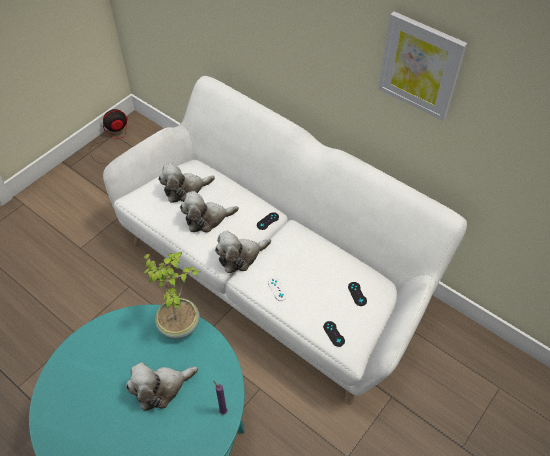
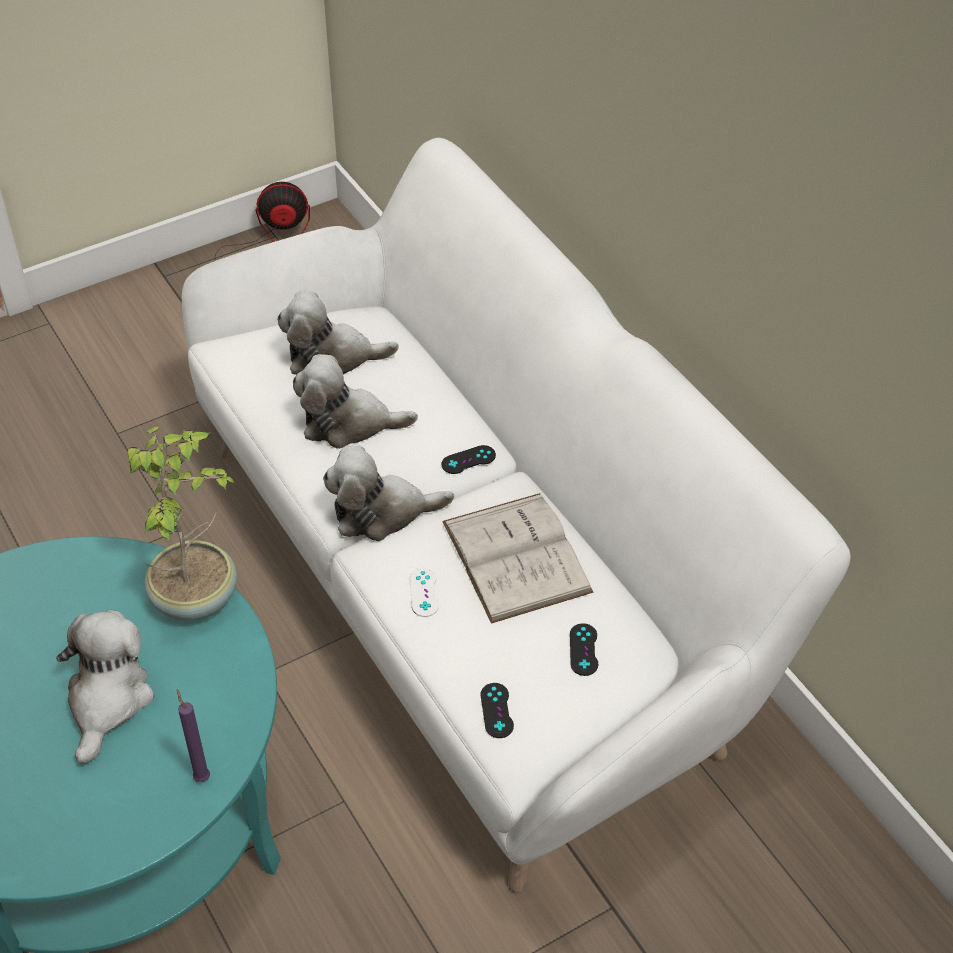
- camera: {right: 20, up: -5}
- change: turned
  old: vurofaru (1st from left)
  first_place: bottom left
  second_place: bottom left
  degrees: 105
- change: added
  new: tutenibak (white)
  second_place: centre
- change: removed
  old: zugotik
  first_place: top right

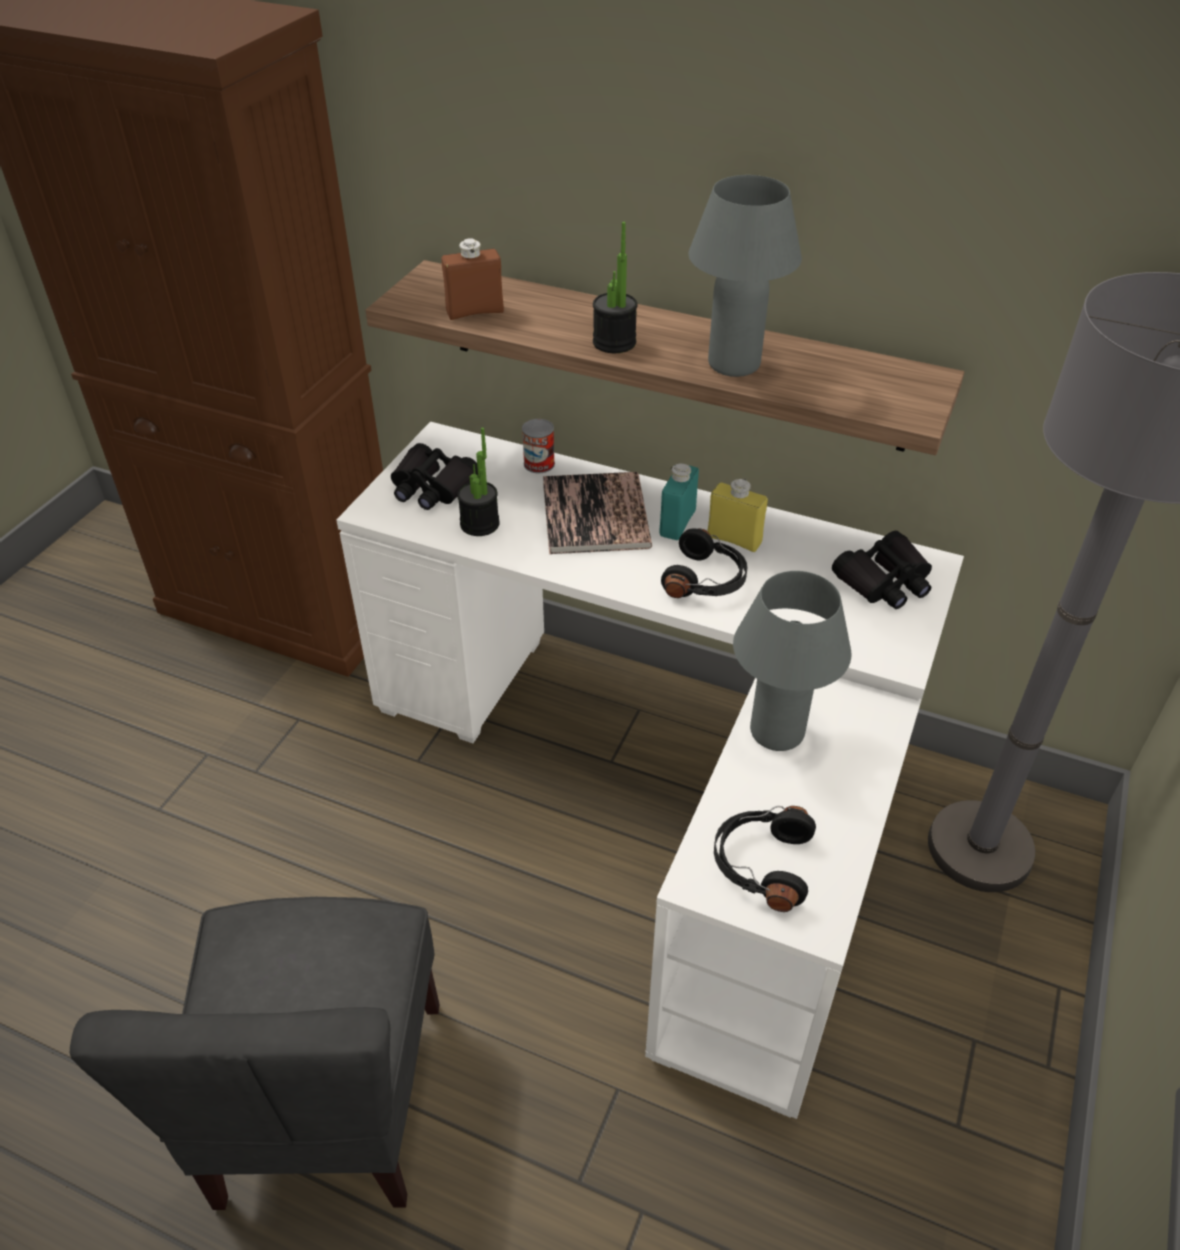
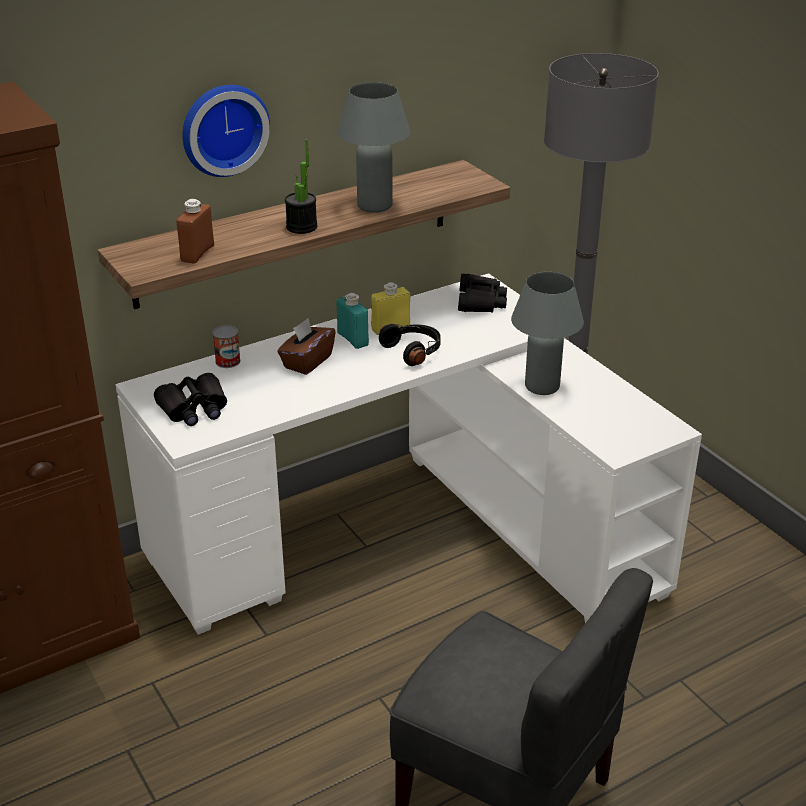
- camera: {right: -55, up: -10}
- change: added
  new: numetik
  second_place: top left
- change: replaced
  old: tutenibak
  new: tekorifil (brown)
  first_place: centre
  second_place: centre
- change: removed
  old: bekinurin (1st from left)
  first_place: centre
- change: removed
  old: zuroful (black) (2nd from left)
  first_place: bottom centre

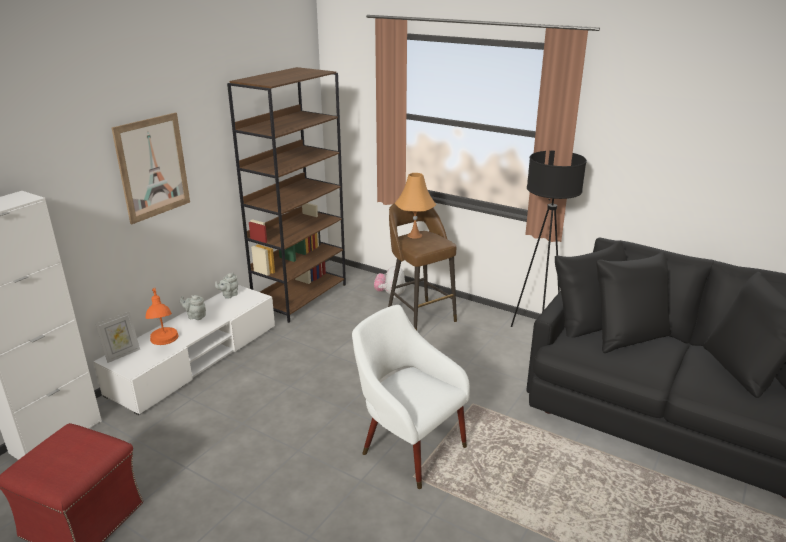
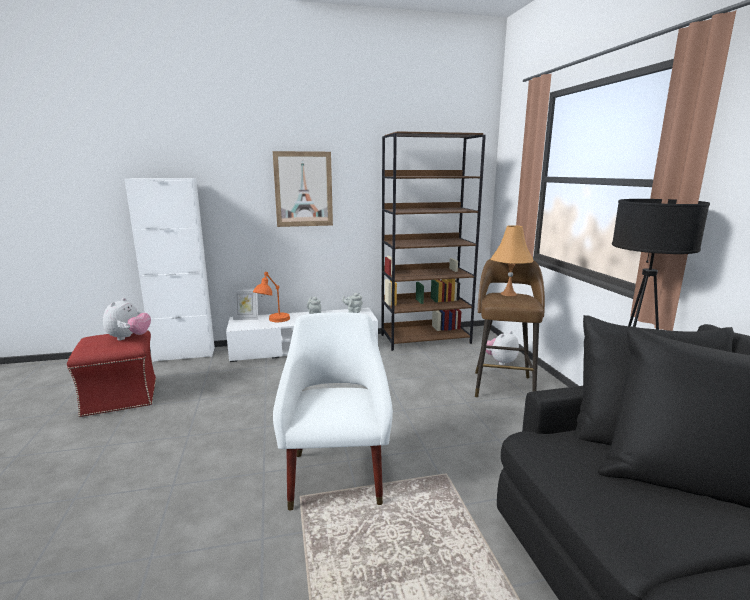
- camera: {right: 45, up: -10}
- change: added
  new: vurofaru (1st from left)
  second_place: middle left

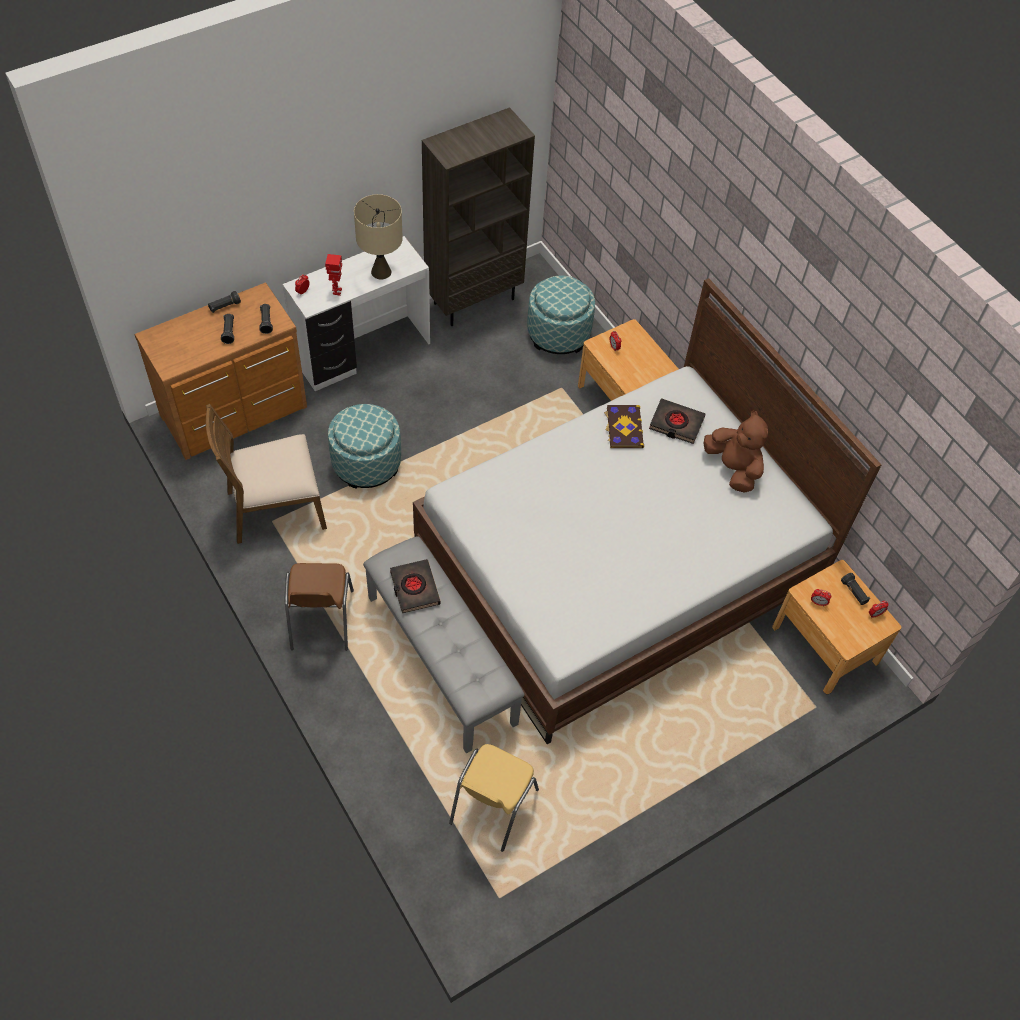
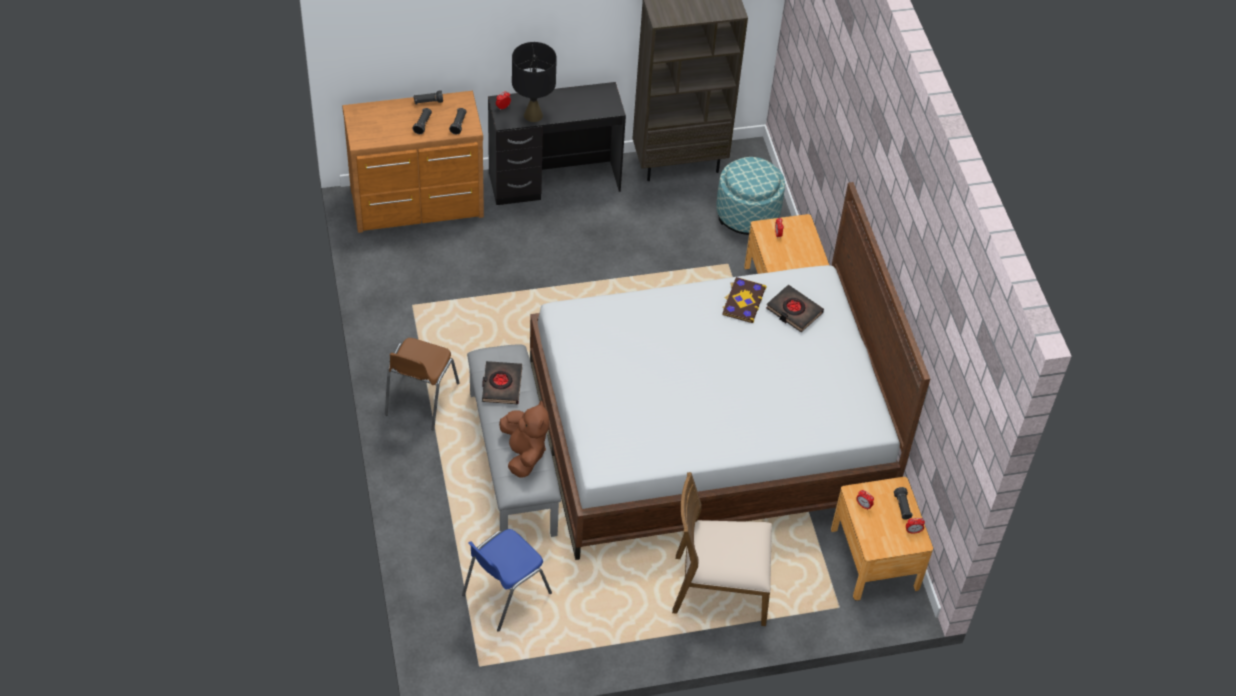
- camera: {right: 20, up: -5}
- change: recoloured
  old: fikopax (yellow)
  new: fikopax (blue)
  first_place: bottom centre
  second_place: bottom centre
- change: recoloured
  old: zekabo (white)
  new: zekabo (black)
  first_place: top centre
  second_place: top centre
- change: moved
  old: vurofaru (brown)
  first_place: middle right
  second_place: centre
- change: replaced
  old: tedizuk
  new: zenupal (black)
  first_place: top left
  second_place: top centre
- change: moved
  old: fikopax (brown) (1st from left in the first image)
  new: fikopax (brown) (2nd from left)
  first_place: middle left
  second_place: bottom centre
- change: removed
  old: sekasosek (1st from left)
  first_place: centre
- change: removed
  old: zenupal (beige)
  first_place: top centre

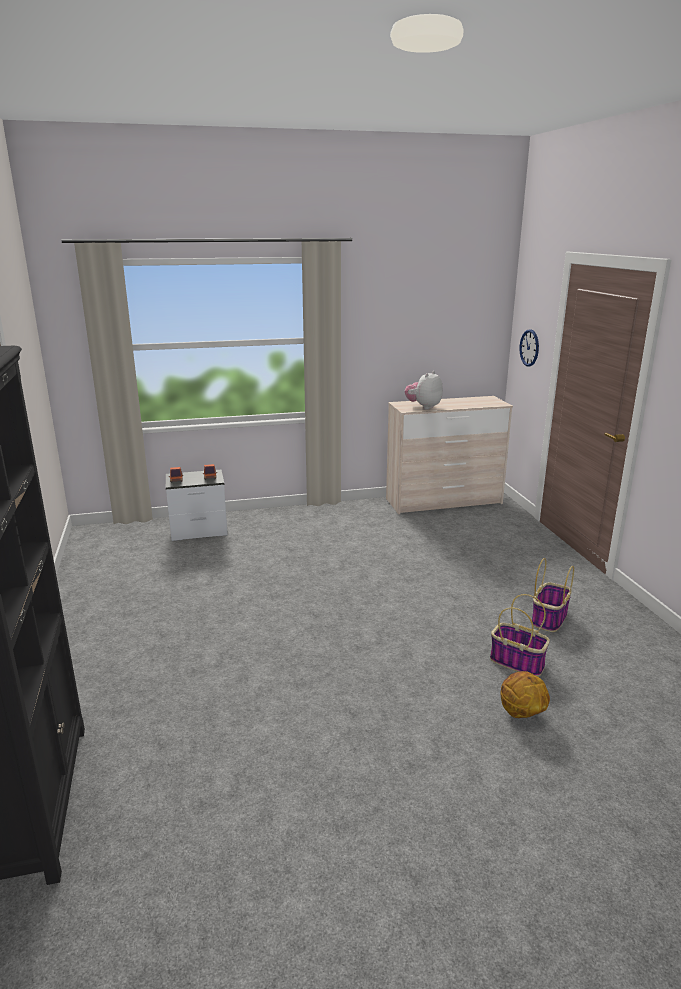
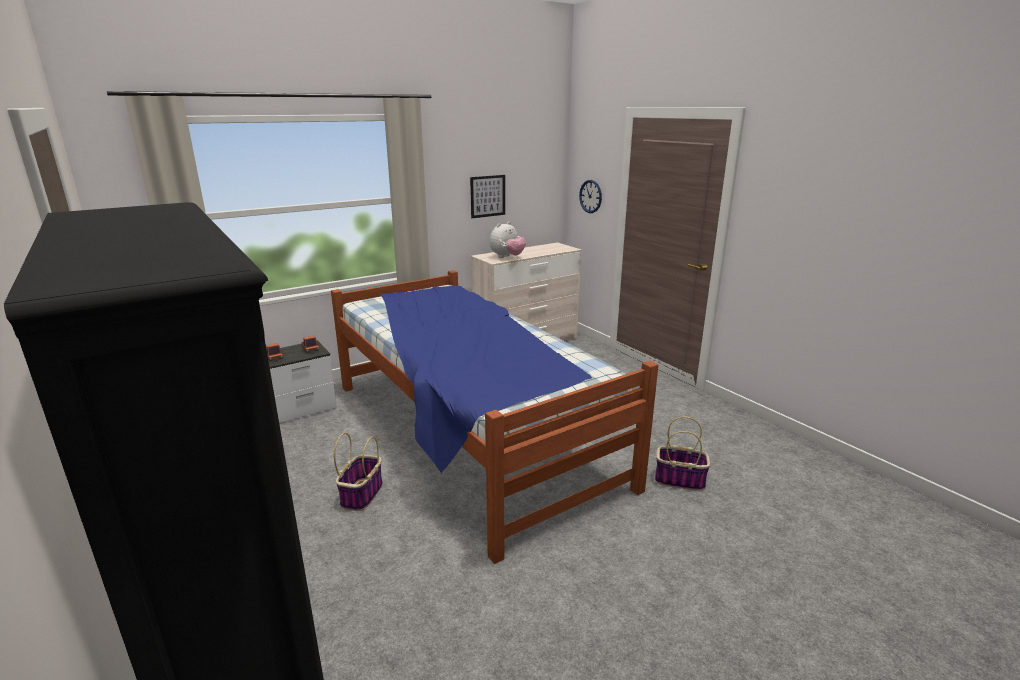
- camera: {right: -20, up: 0}
- change: added
  new: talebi
  second_place: centre
- change: moved
  old: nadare (2nd from left in the first image)
  new: nadare (1st from left)
  first_place: middle right
  second_place: bottom centre
- change: added
  new: zugotik
  second_place: top centre
- change: turned
  old: vurofaru
  first_place: centre
  second_place: centre
  degrees: -150
- change: removed
  old: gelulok
  first_place: bottom right

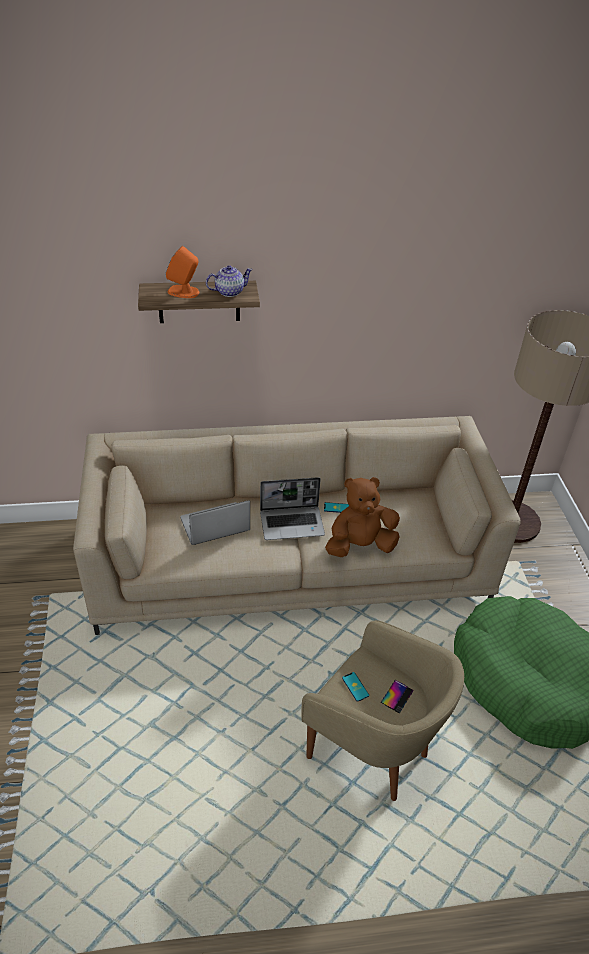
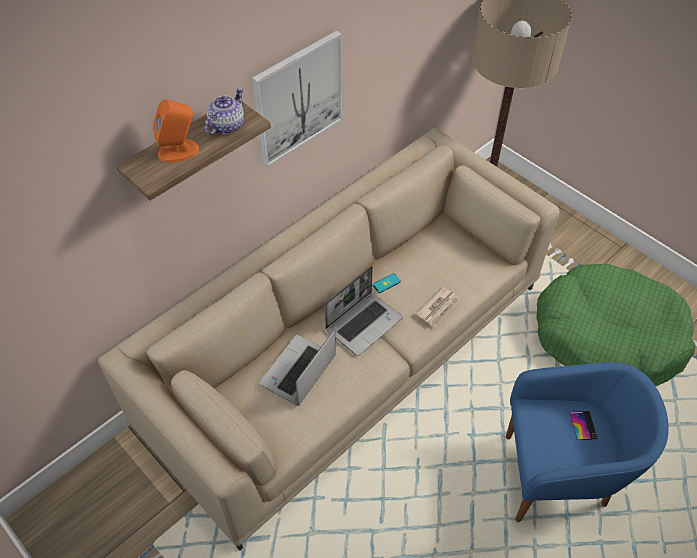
- camera: {right: -35, up: 10}
- change: added
  new: zugotik
  second_place: top centre
- change: replaced
  old: vurofaru (brown)
  new: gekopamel
  first_place: centre
  second_place: centre
- change: recoloured
  old: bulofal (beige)
  new: bulofal (blue)
  first_place: bottom centre
  second_place: bottom right
- change: removed
  old: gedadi (2nd from left)
  first_place: bottom centre

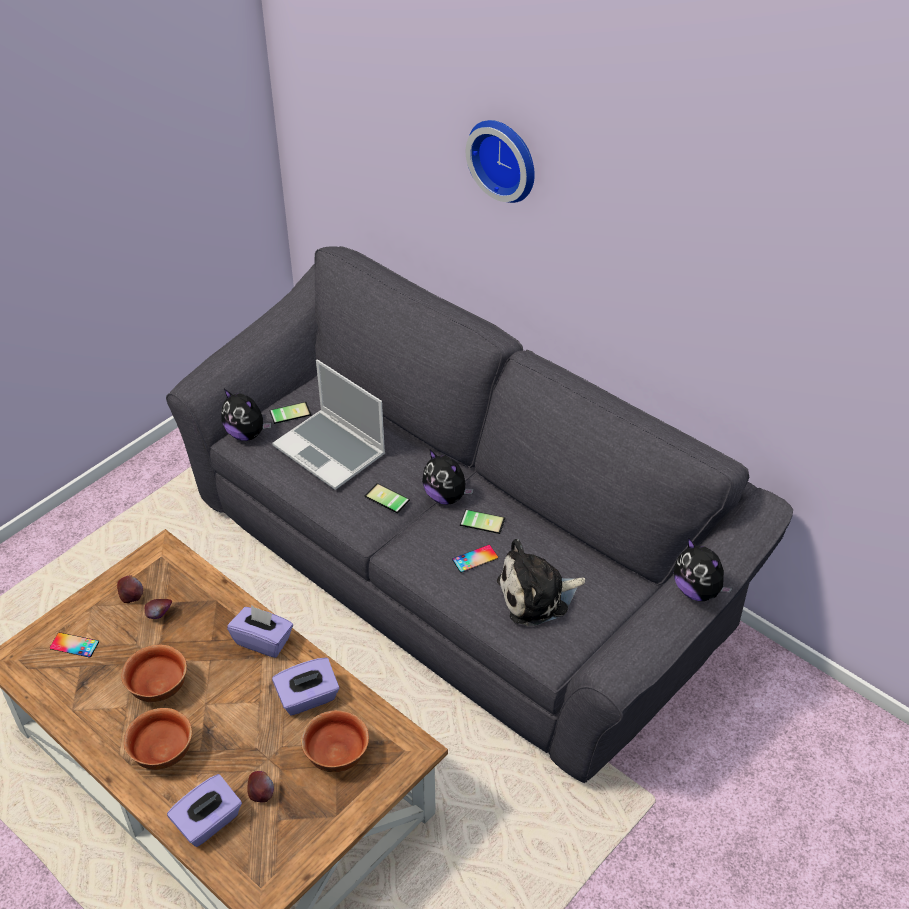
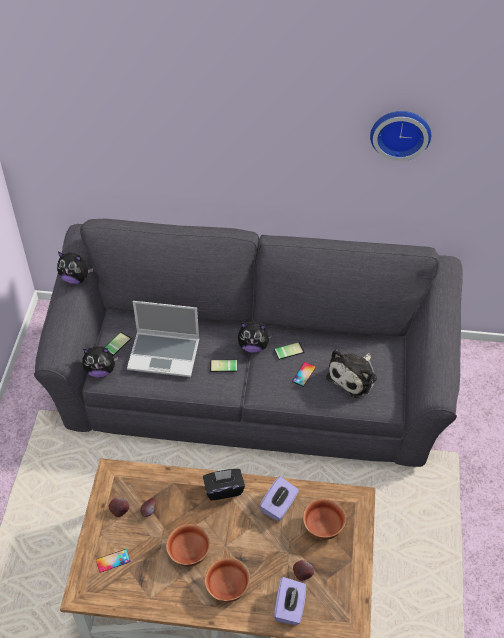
- camera: {right: -35, up: 5}
- change: moved
  old: vurofaru (4th from left in the first image)
  new: vurofaru (1st from left)
  first_place: middle right
  second_place: middle left
- change: recoloured
  old: tekorifil (purple) (2nd from left)
  new: tekorifil (black)
  first_place: bottom left
  second_place: bottom centre
- change: moved
  old: numetik
  first_place: top centre
  second_place: top right

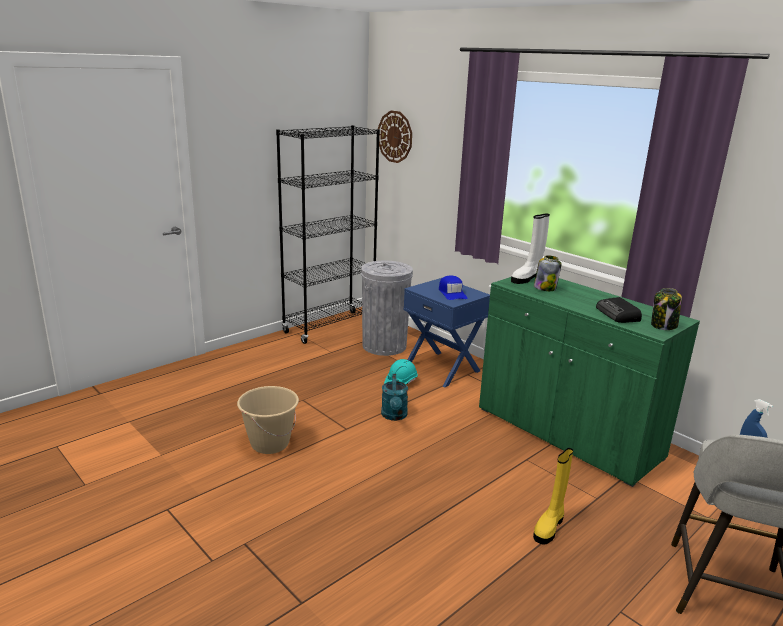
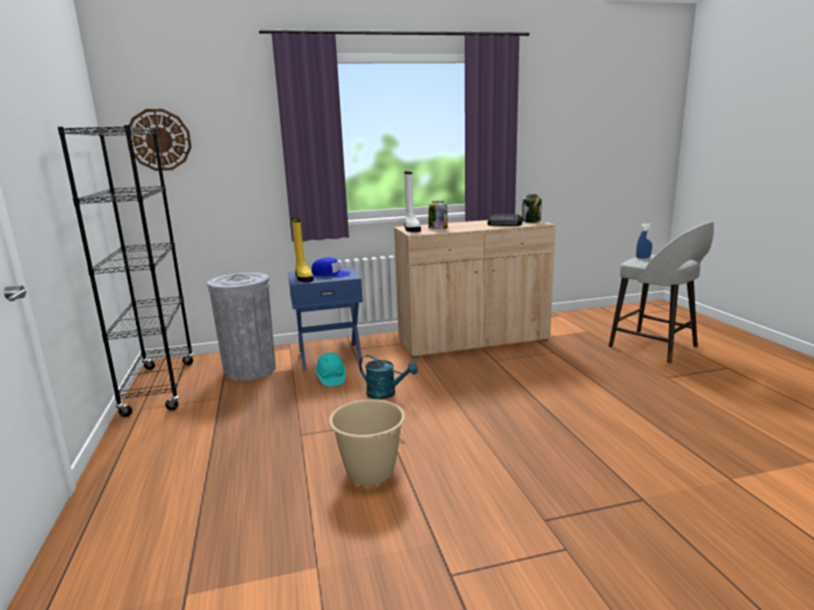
- camera: {right: -60, up: -5}
- change: moved
  old: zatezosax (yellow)
  first_place: bottom right
  second_place: centre
- change: recoloured
  old: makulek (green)
  new: makulek (beige)
  first_place: middle right
  second_place: centre

